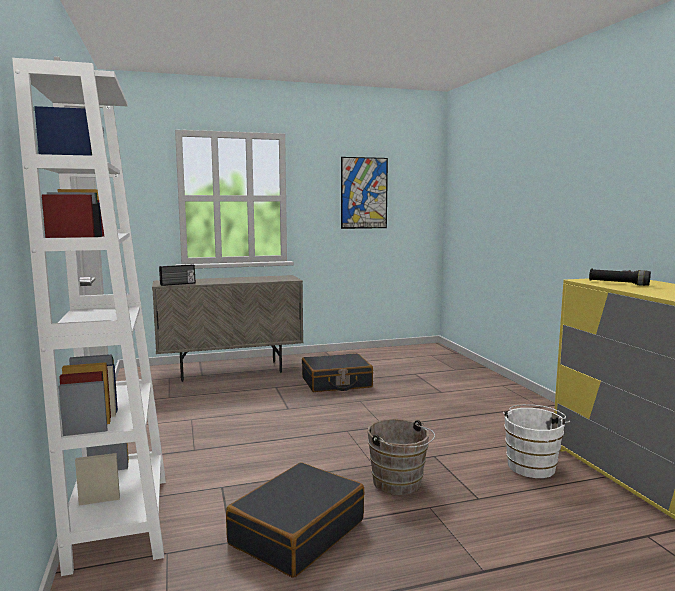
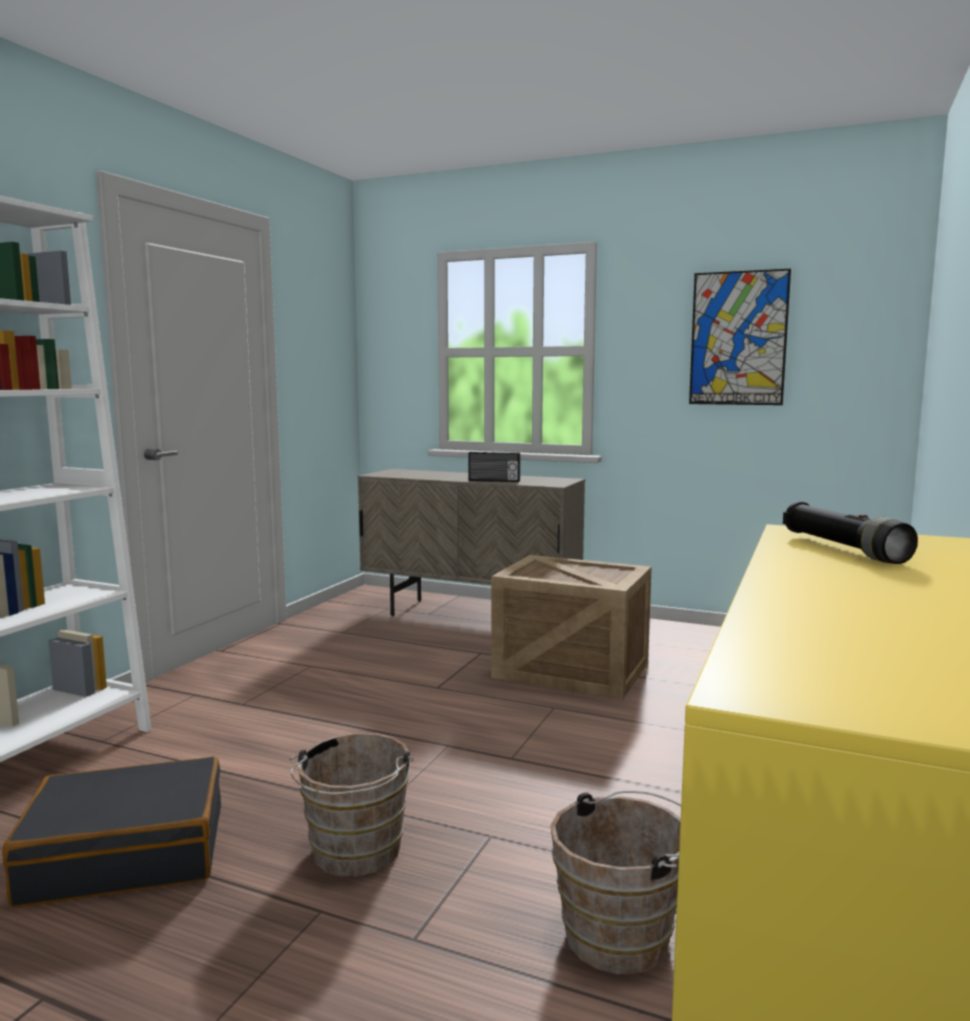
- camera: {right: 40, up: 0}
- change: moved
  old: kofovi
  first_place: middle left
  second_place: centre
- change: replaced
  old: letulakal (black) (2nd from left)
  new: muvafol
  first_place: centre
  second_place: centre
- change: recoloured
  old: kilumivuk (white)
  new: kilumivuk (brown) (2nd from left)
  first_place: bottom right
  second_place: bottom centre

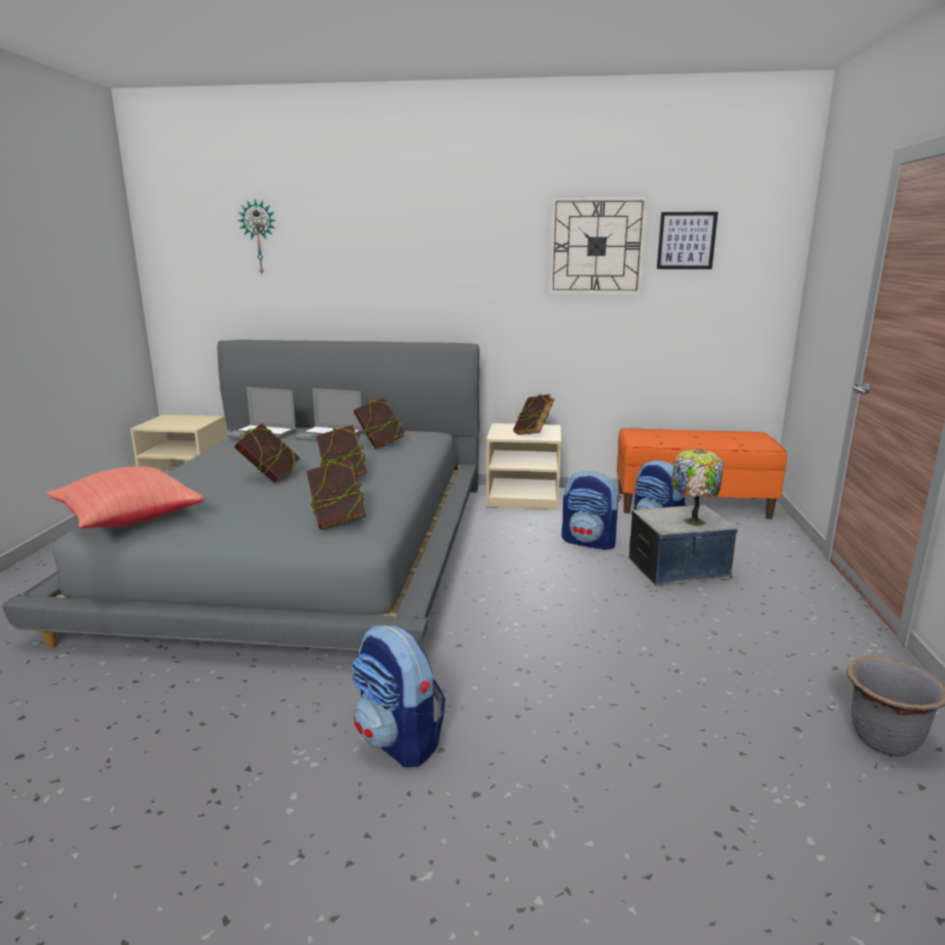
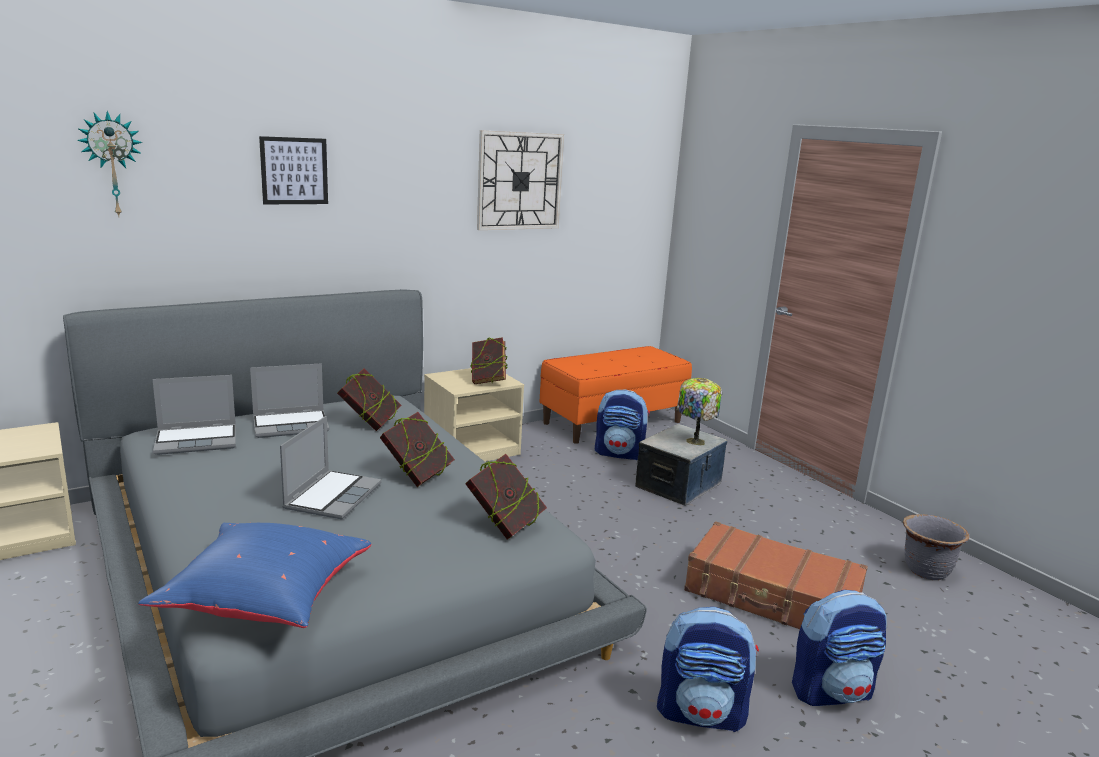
- camera: {right: -40, up: 0}
- change: recoloured
  old: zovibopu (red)
  new: zovibopu (blue)
  first_place: middle left
  second_place: bottom left
- change: moved
  old: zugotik
  first_place: top right
  second_place: top left
- change: replaced
  old: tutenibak (1st from left)
  new: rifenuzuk (3rd from left)
  first_place: middle left
  second_place: middle left
- change: added
  new: letulakal (brown)
  second_place: bottom right
- change: moved
  old: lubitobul (2nd from left in the first image)
  new: lubitobul (3rd from left)
  first_place: centre
  second_place: bottom right

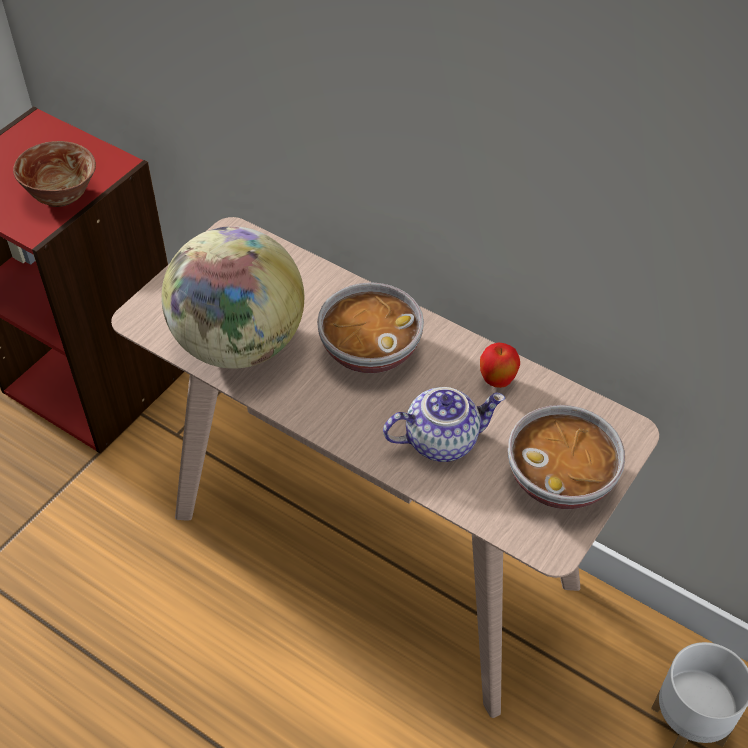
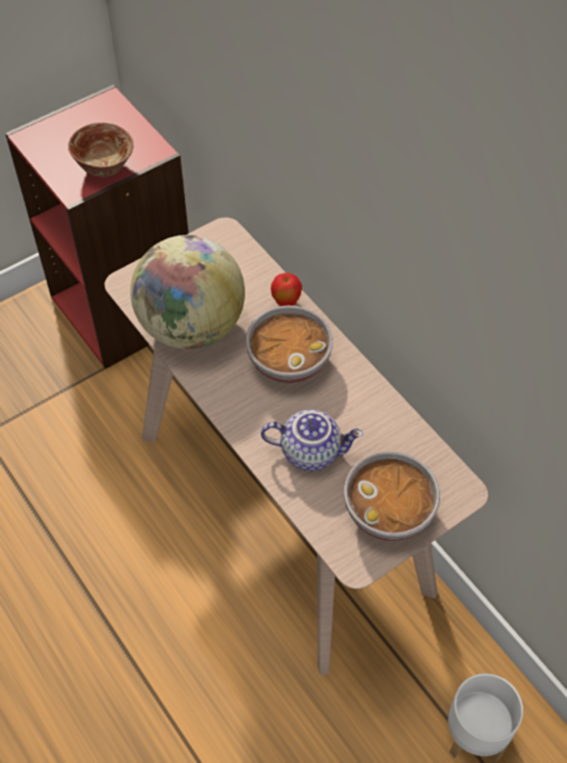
- camera: {right: 20, up: 5}
- change: moved
  old: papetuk
  first_place: middle right
  second_place: centre

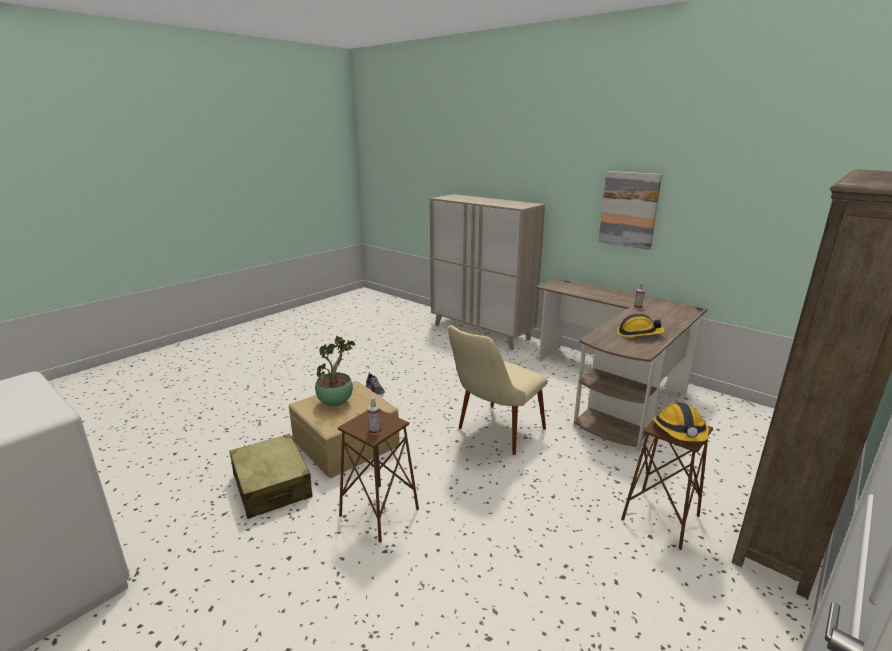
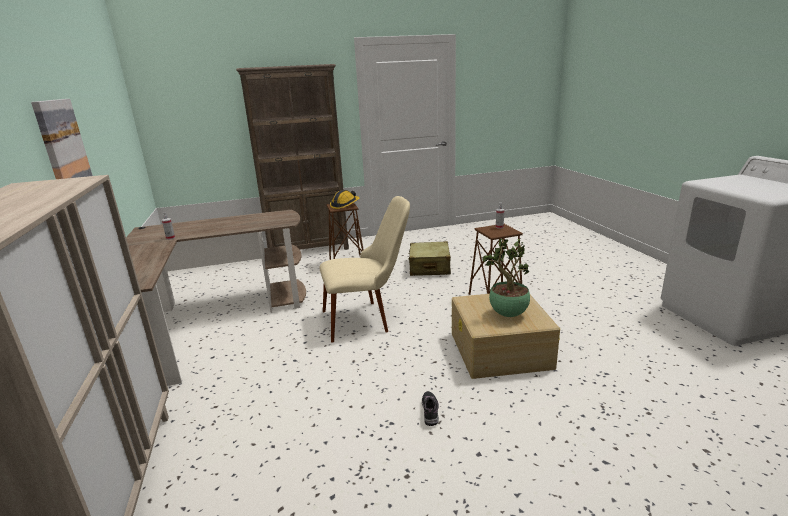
- camera: {right: -145, up: 0}
- change: moved
  old: letulakal (beige)
  first_place: bottom left
  second_place: centre
- change: removed
  old: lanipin (1st from left)
  first_place: middle right

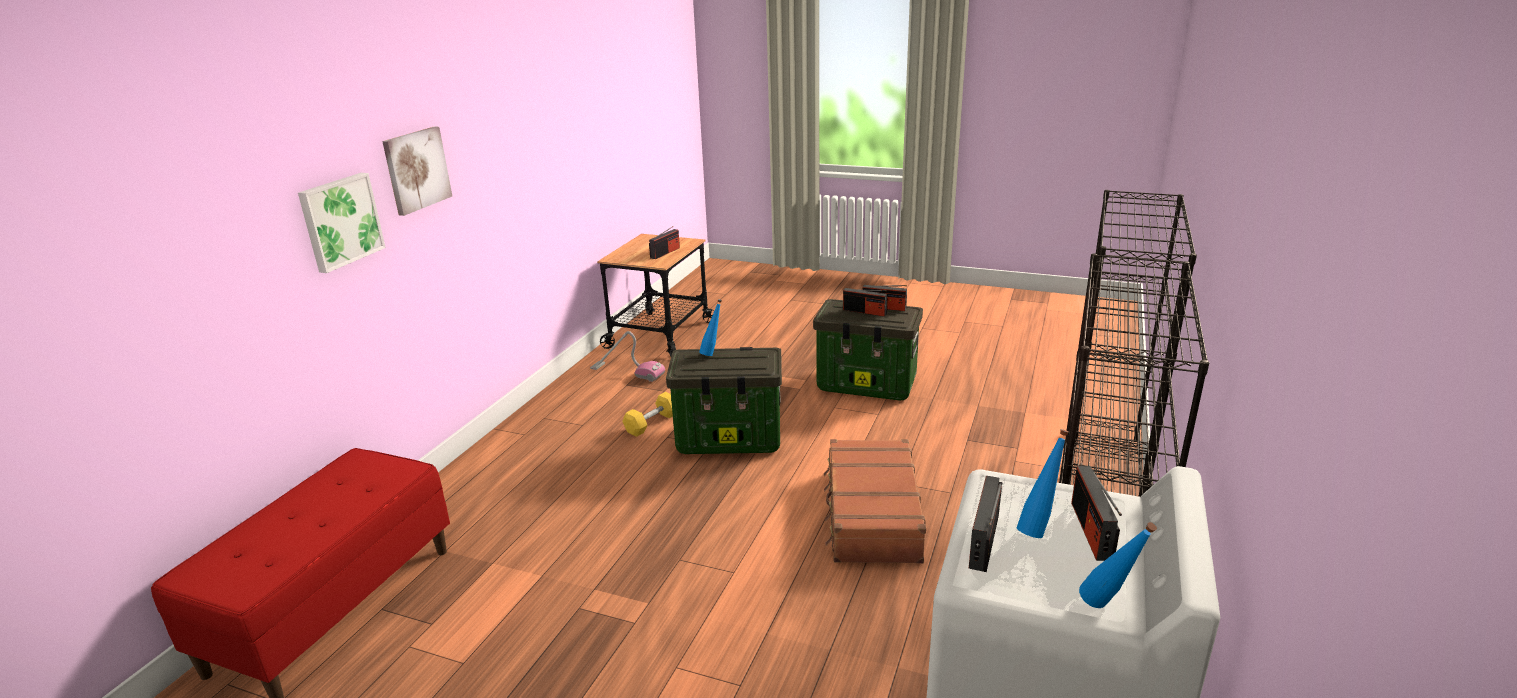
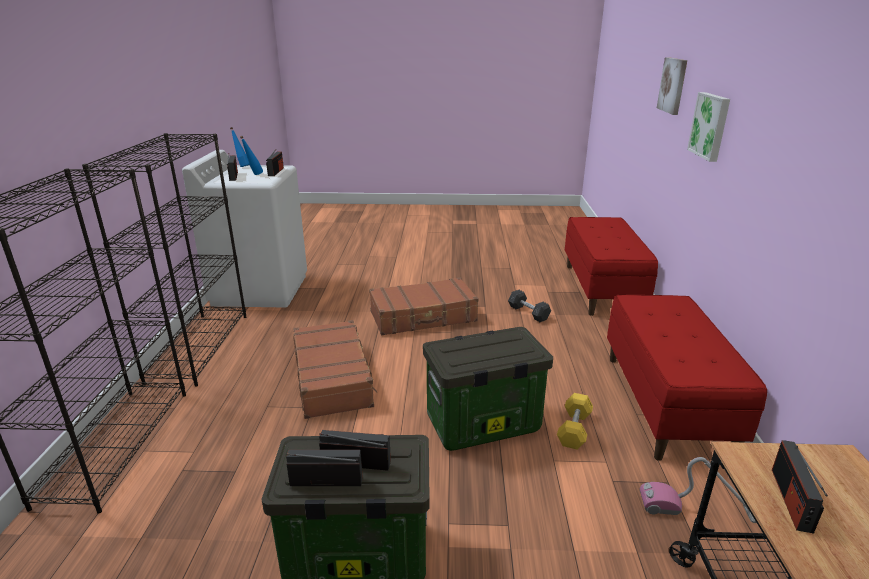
- camera: {right: 160, up: 0}
- change: added
  new: letulakal (brown) (2nd from left)
  second_place: centre
- change: added
  new: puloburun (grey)
  second_place: centre
- change: added
  new: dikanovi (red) (2nd from left)
  second_place: middle right
- change: moved
  old: zugotik (2nd from left in the first image)
  new: zugotik (1st from left)
  first_place: top left
  second_place: top right
- change: removed
  old: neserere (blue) (1st from left)
  first_place: centre

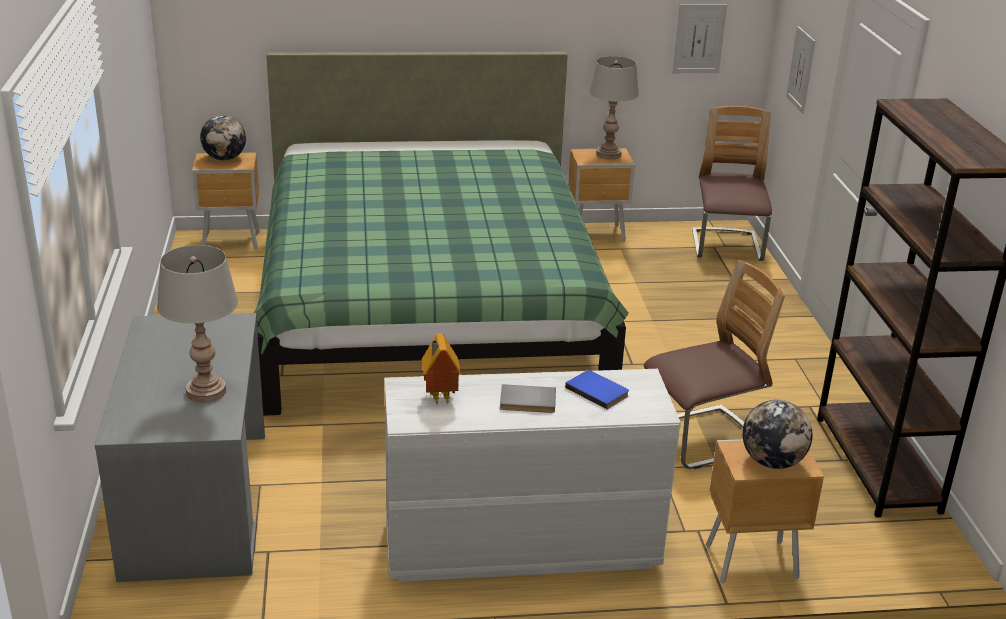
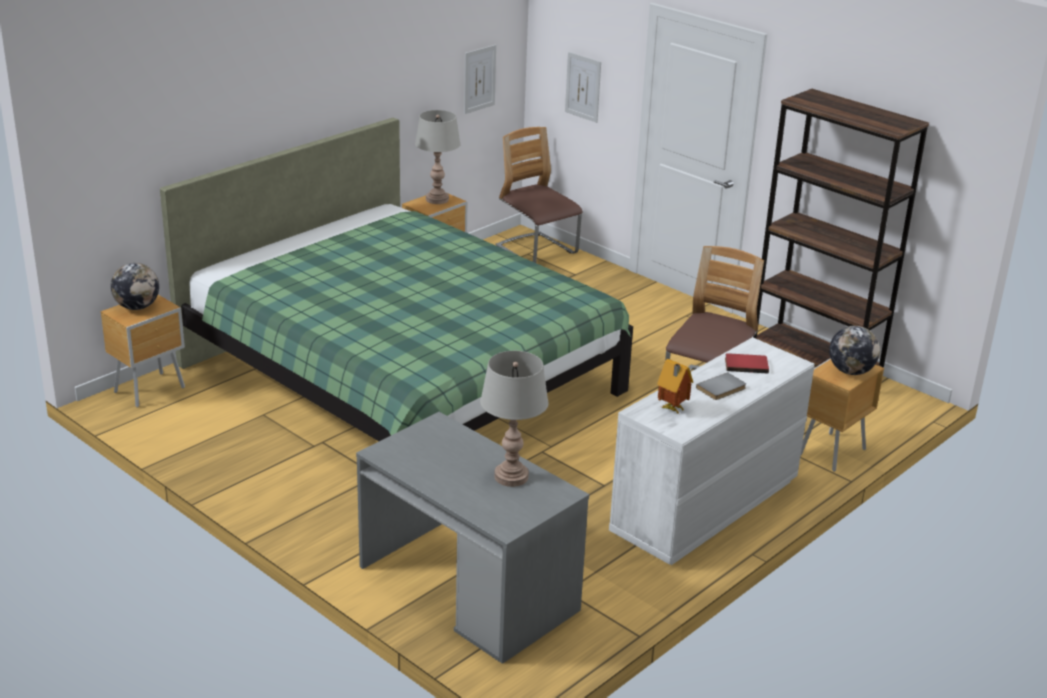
- camera: {right: -40, up: 0}
- change: recoloured
  old: tutenibak (blue)
  new: tutenibak (red)
  first_place: centre
  second_place: middle right

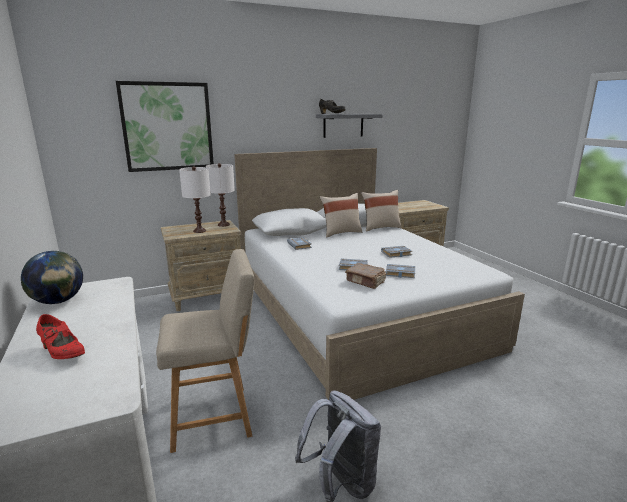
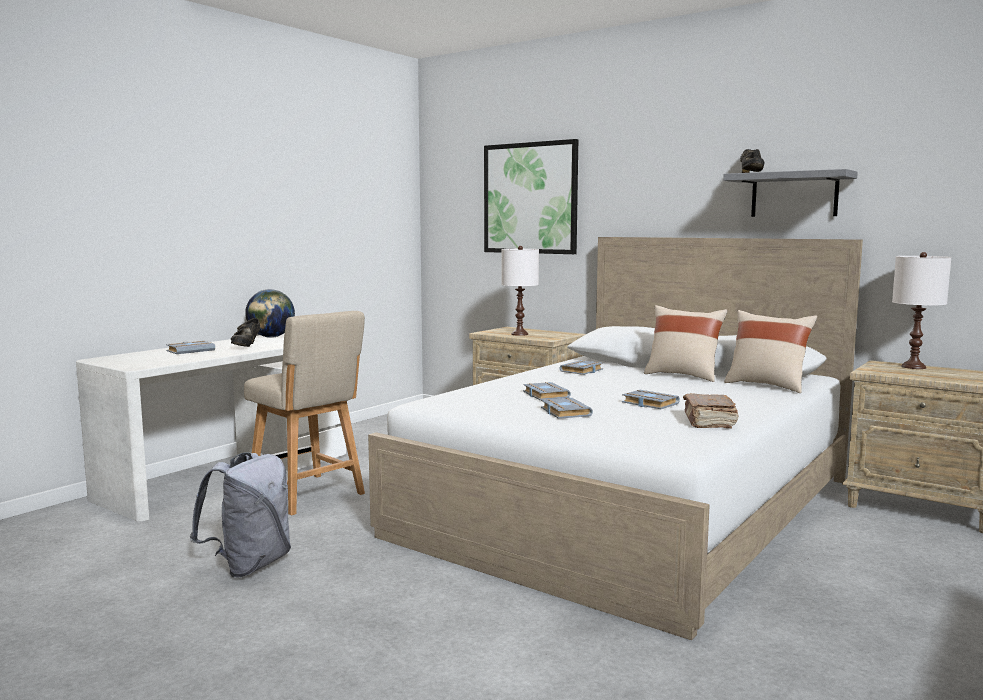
- camera: {right: 60, up: -10}
- change: replaced
  old: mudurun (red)
  new: tutenibak (grey) (1st from left)
  first_place: bottom left
  second_place: middle left
- change: added
  new: mudurun (black) (1st from left)
  second_place: middle left
- change: moved
  old: tutenibak (brown)
  first_place: centre
  second_place: middle right
- change: moved
  old: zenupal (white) (2nd from left)
  first_place: centre
  second_place: middle right

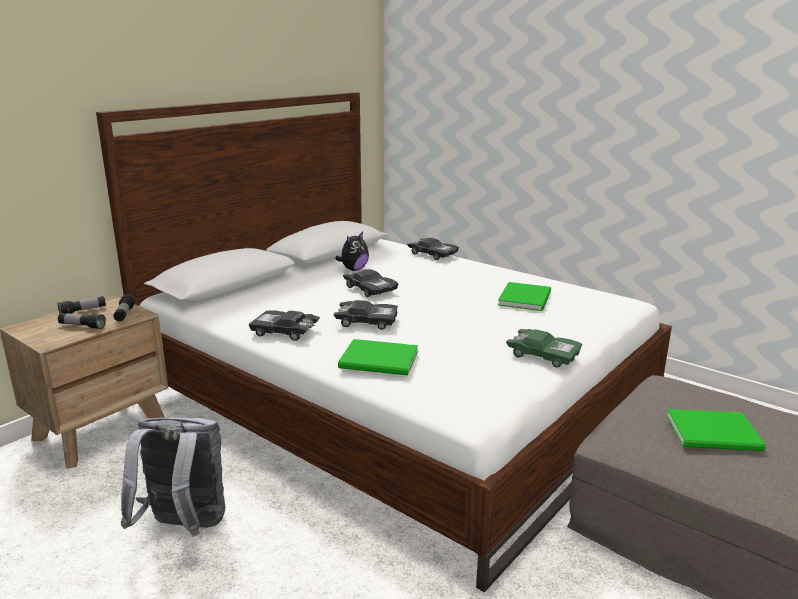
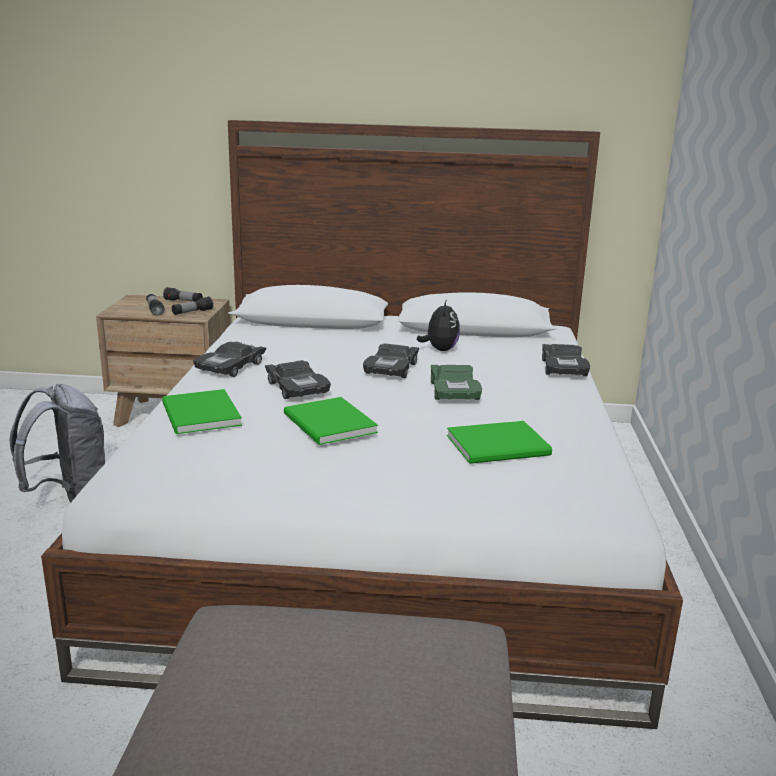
- camera: {right: 55, up: 0}
- change: turned
  old: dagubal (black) (1st from left)
  first_place: centre
  second_place: middle left
  degrees: -135
- change: moved
  old: tutenibak (green) (3rd from left in the first image)
  new: tutenibak (green) (2nd from left)
  first_place: bottom right
  second_place: centre
- change: turned
  old: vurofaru
  first_place: centre
  second_place: centre
  degrees: -90
- change: moved
  old: dagubal (green)
  first_place: middle right
  second_place: centre

